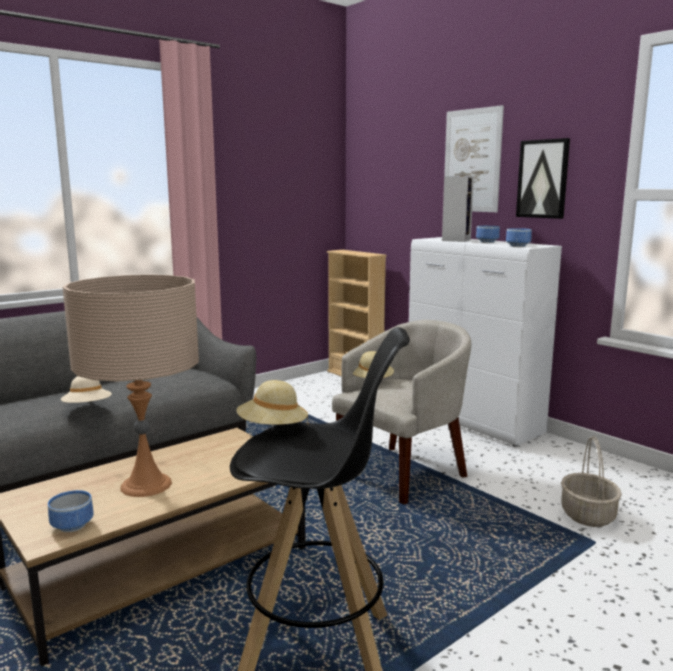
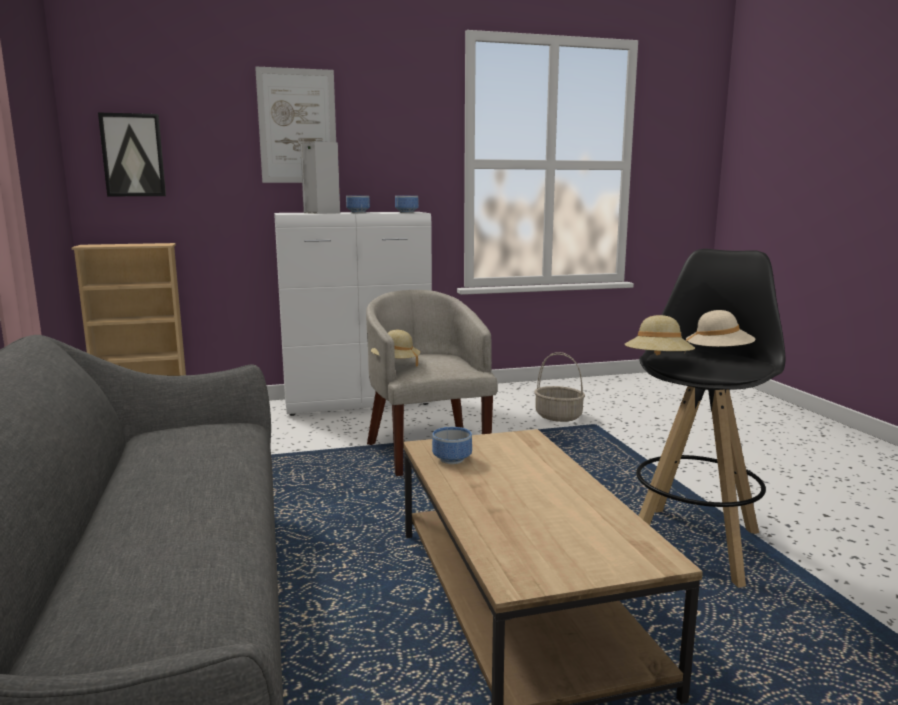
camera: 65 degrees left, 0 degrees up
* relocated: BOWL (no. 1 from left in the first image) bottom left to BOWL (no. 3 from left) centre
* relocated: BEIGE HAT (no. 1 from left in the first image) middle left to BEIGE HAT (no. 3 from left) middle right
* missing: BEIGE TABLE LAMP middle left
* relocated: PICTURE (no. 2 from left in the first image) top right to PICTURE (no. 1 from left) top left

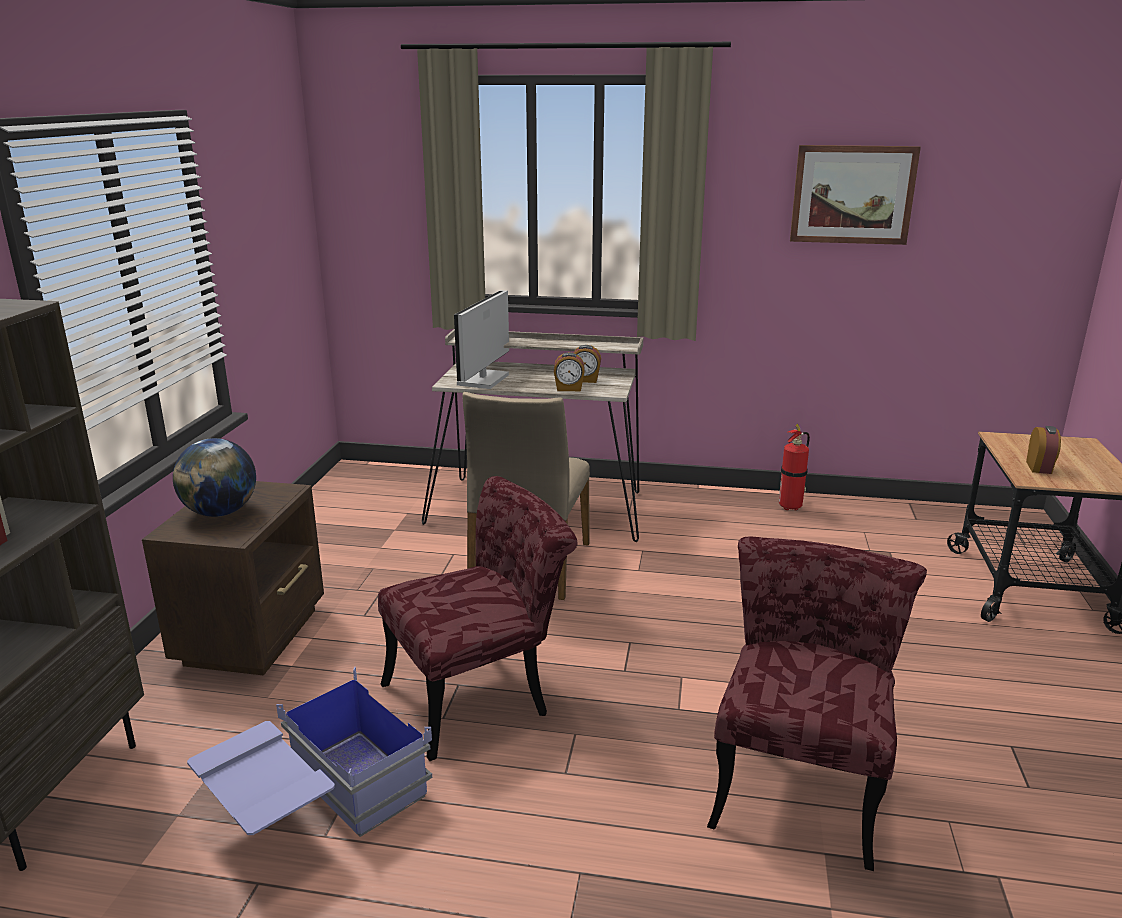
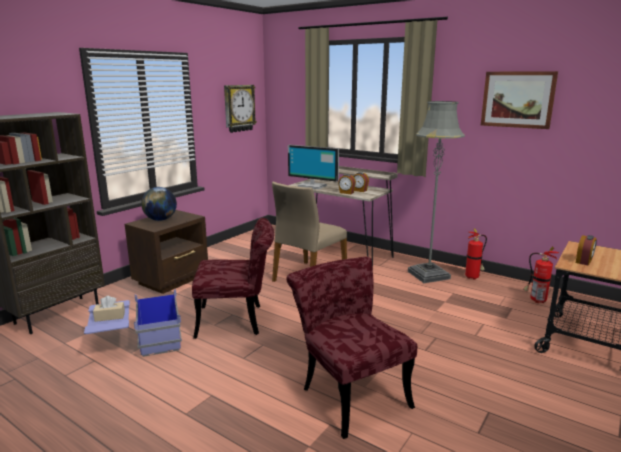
camera: 25 degrees right, 5 degrees down
* spun: MONITOR centre = centre 105 degrees counterclockwise
* spun: RED CHAIR (no. 2 from left) bottom right = bottom centre 75 degrees counterclockwise
* appeared: BEIGE TISSUE BOX bottom left
* appeared: WALL CLOCK top centre
* appeared: GREY FLOOR LAMP middle right
* appeared: FIRE EXTINGUISHER (no. 2 from left) middle right

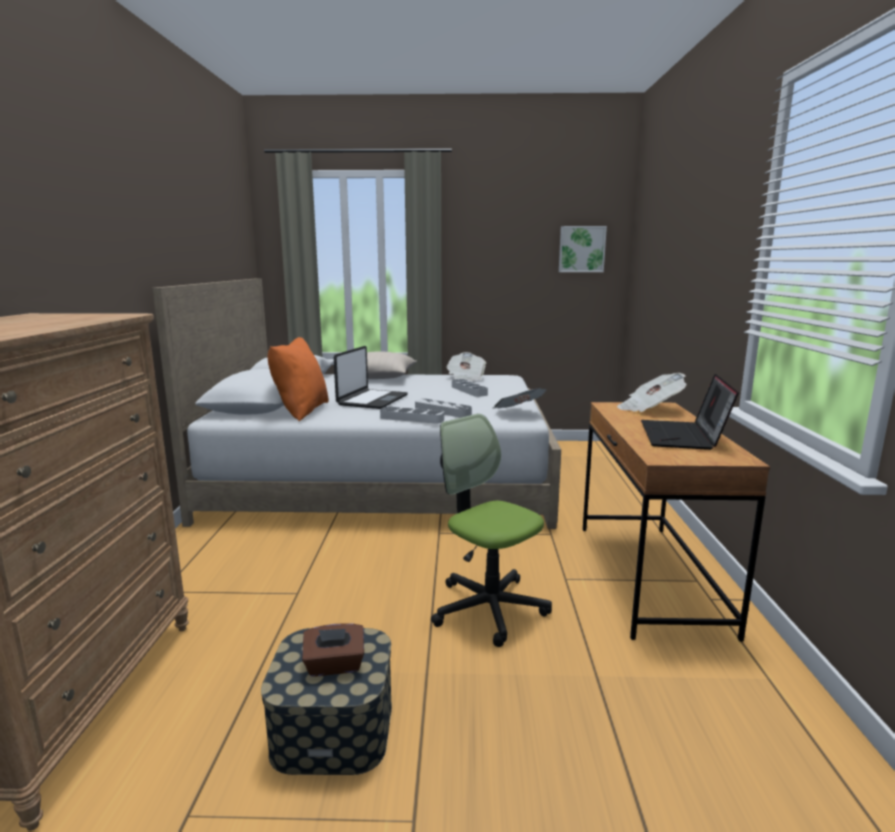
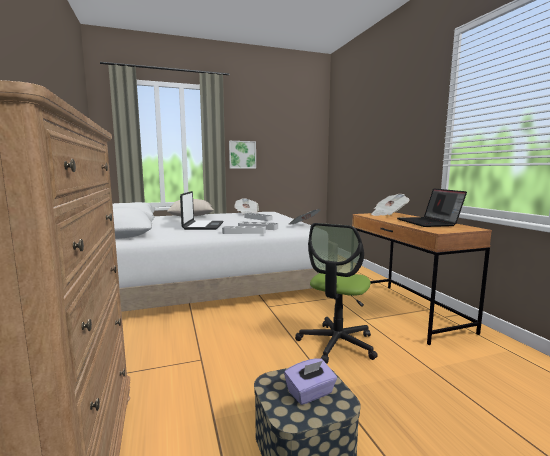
camera: 20 degrees left, 5 degrees down
* missing: ORANGE PILLOW middle left
* colour: BROWN TISSUE BOX bottom centre to PURPLE TISSUE BOX bottom centre
* spun: OFFICE CHAIR centre = centre 90 degrees counterclockwise
* relocated: PICTURE top centre to centre

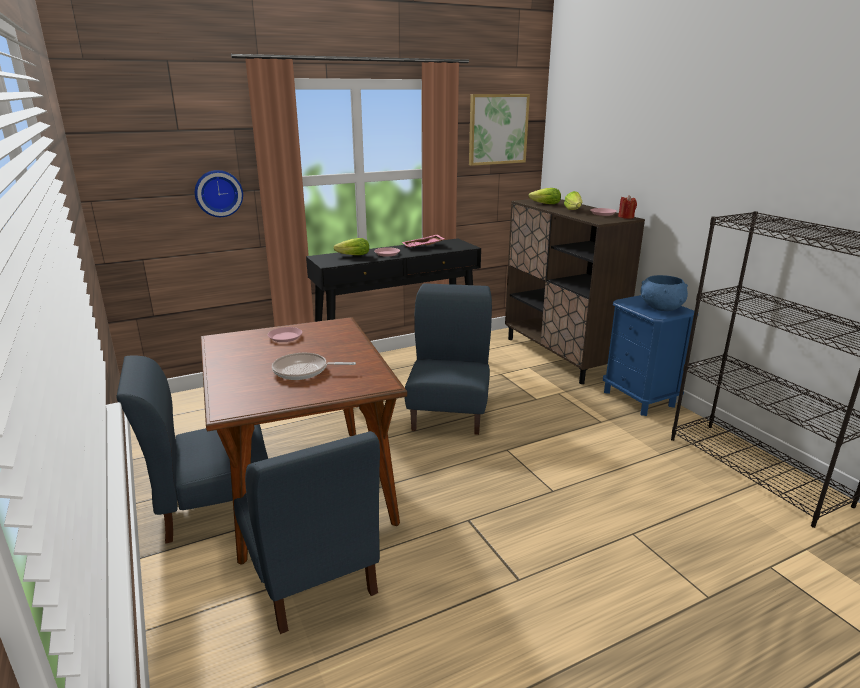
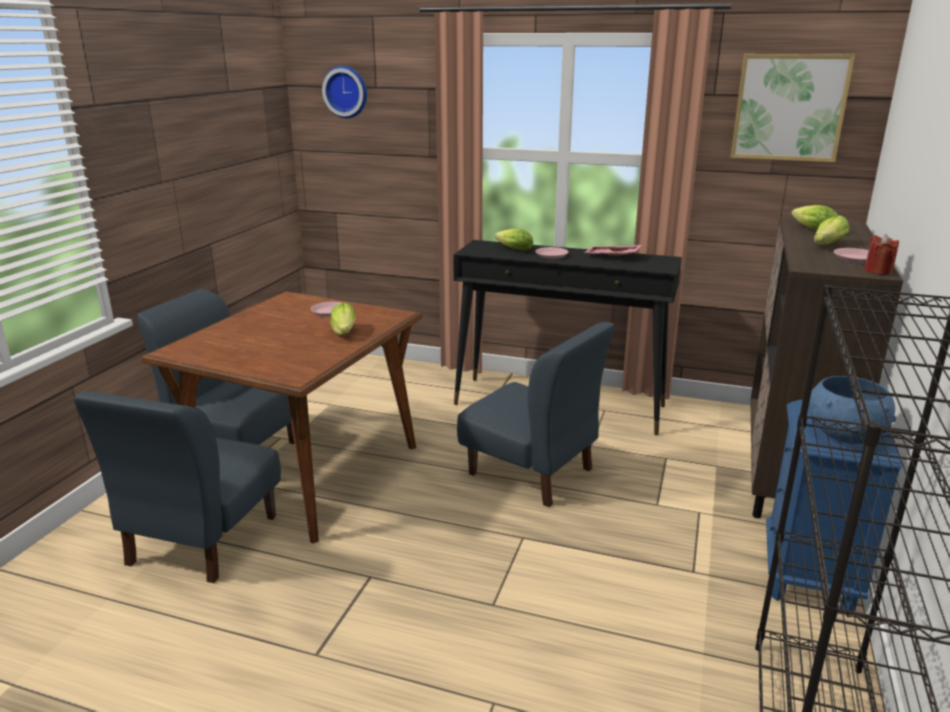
camera: 45 degrees right, 0 degrees up
* relocated: WALL CLOCK top left to top centre
* missing: FRYING PAN centre
* spun: BLUE CHAIR (no. 3 from left) centre = centre 75 degrees clockwise
* appeared: LETTUCE (no. 1 from left) centre

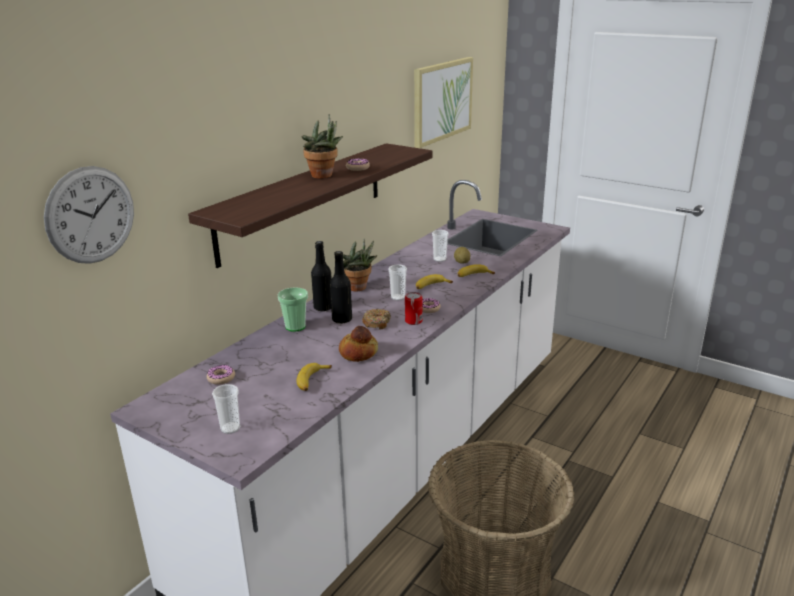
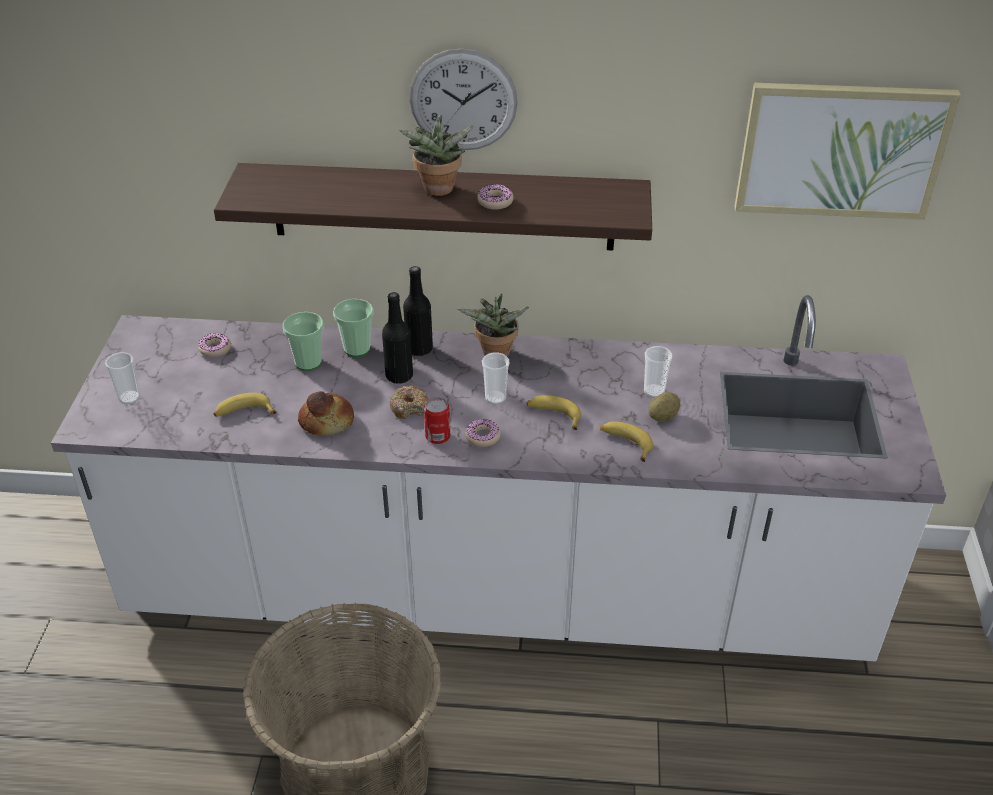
camera: 60 degrees right, 15 degrees up
* relocated: WALL CLOCK middle left to top centre
* appeared: CUP (no. 2 from left) middle left

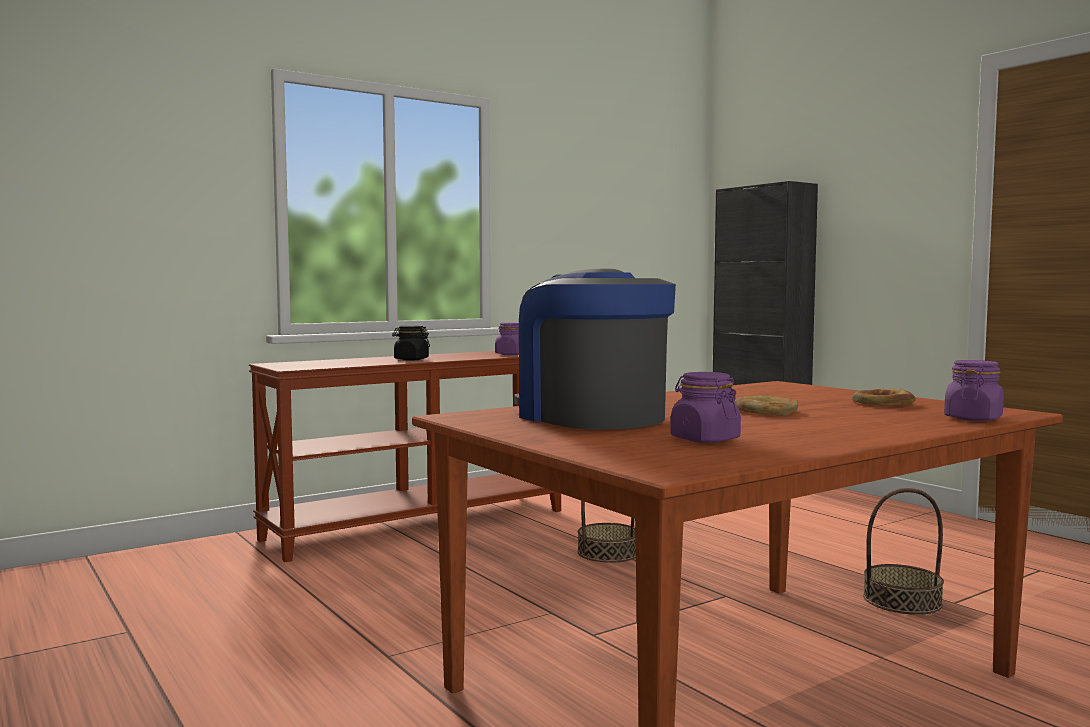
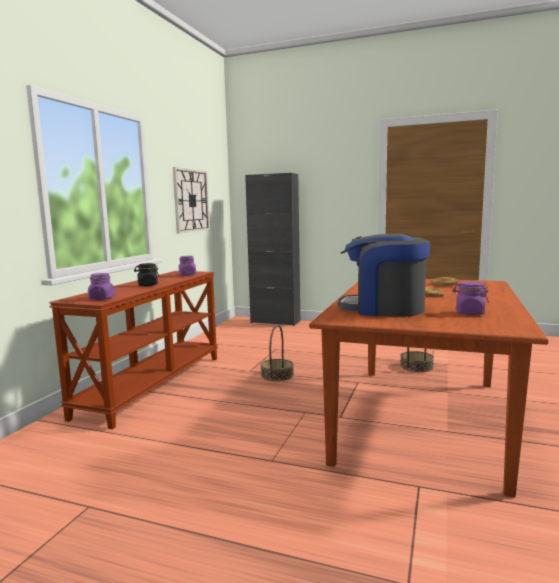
camera: 35 degrees left, 5 degrees up
* relocated: PURPLE JAR (no. 3 from left in the first image) middle right to PURPLE JAR (no. 1 from left) middle left
* appeared: WALL CLOCK centre

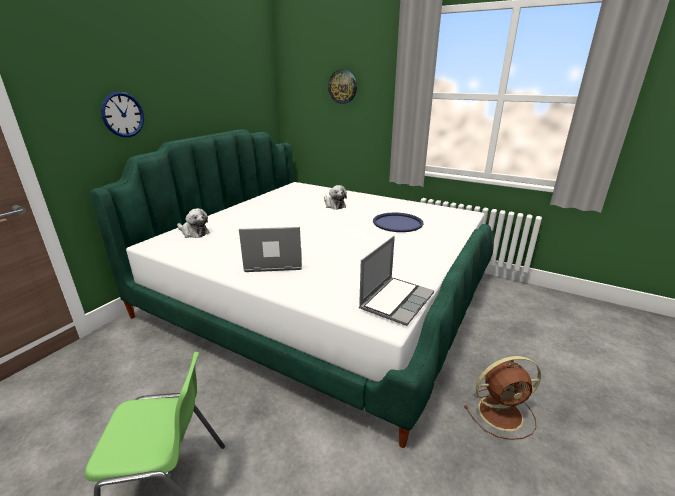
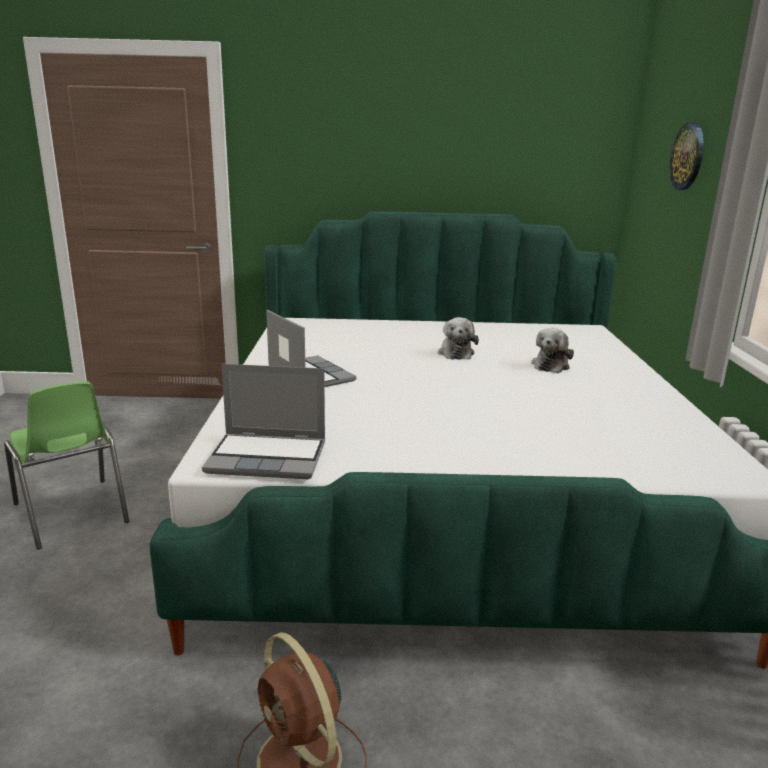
camera: 60 degrees right, 5 degrees down
* missing: WALL CLOCK (no. 1 from left) top left
* relocated: PLUSH TOY (no. 1 from left) middle left to centre
* missing: BLUE TRAY centre

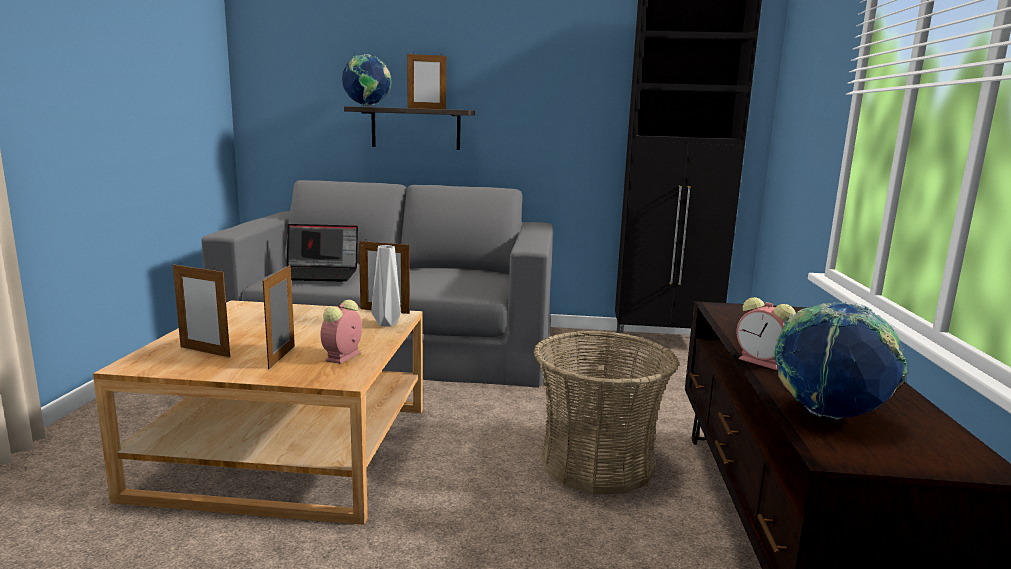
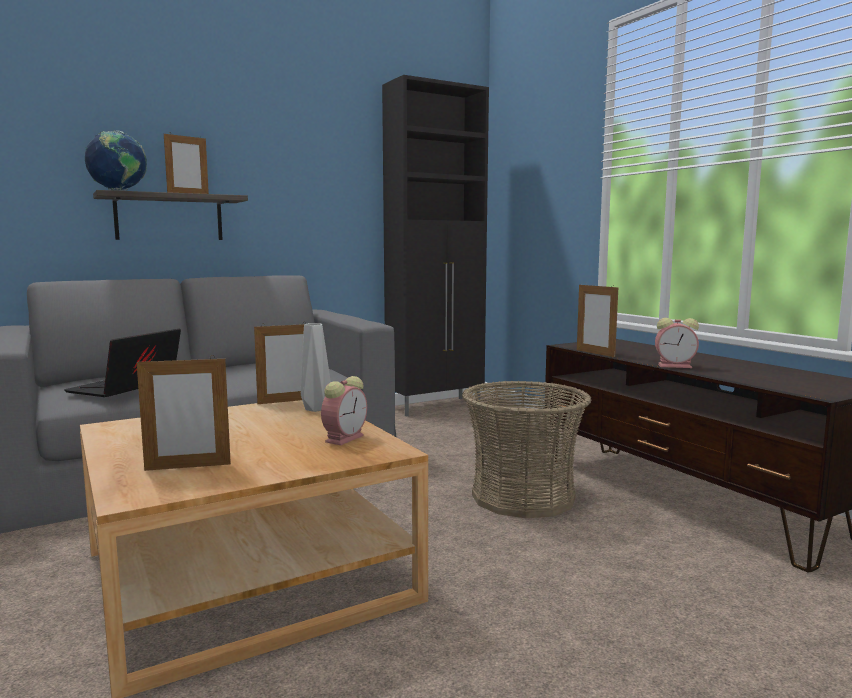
camera: 35 degrees left, 5 degrees down
* relocated: PICTURE FRAME (no. 2 from left in the first image) middle left to PICTURE FRAME (no. 4 from left) middle right
* spun: LAPTOP middle left = middle left 150 degrees clockwise
* spun: ALARM CLOCK (no. 1 from left) centre = centre 135 degrees counterclockwise
* missing: GLOBE (no. 2 from left) middle right

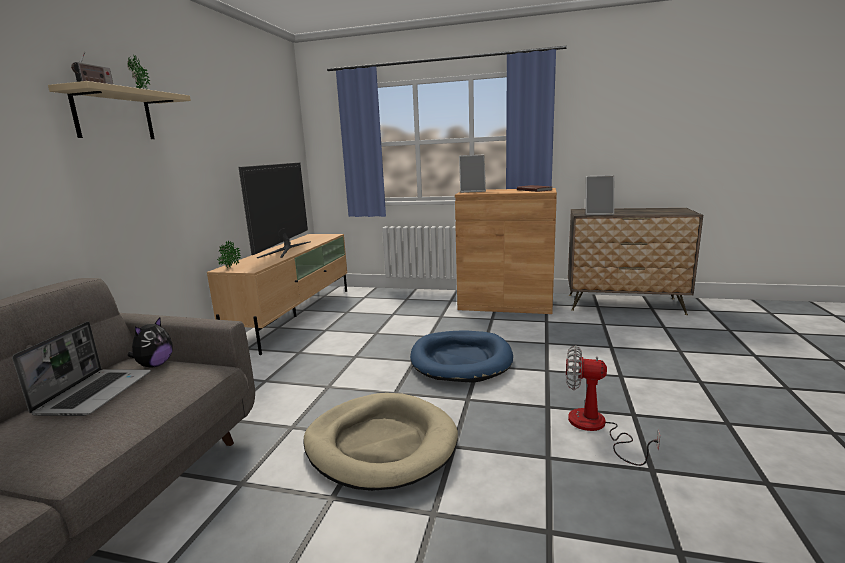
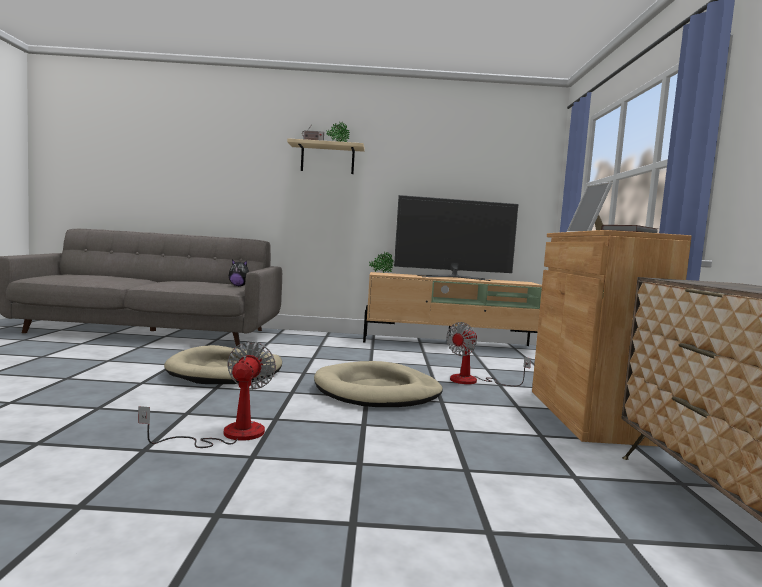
camera: 75 degrees right, 10 degrees down
* missing: LAPTOP middle left
* colour: BLUE DOG BED centre to BEIGE DOG BED (no. 2 from left) centre
* missing: PICTURE FRAME (no. 2 from left) middle right
* appeared: FAN (no. 2 from left) centre

